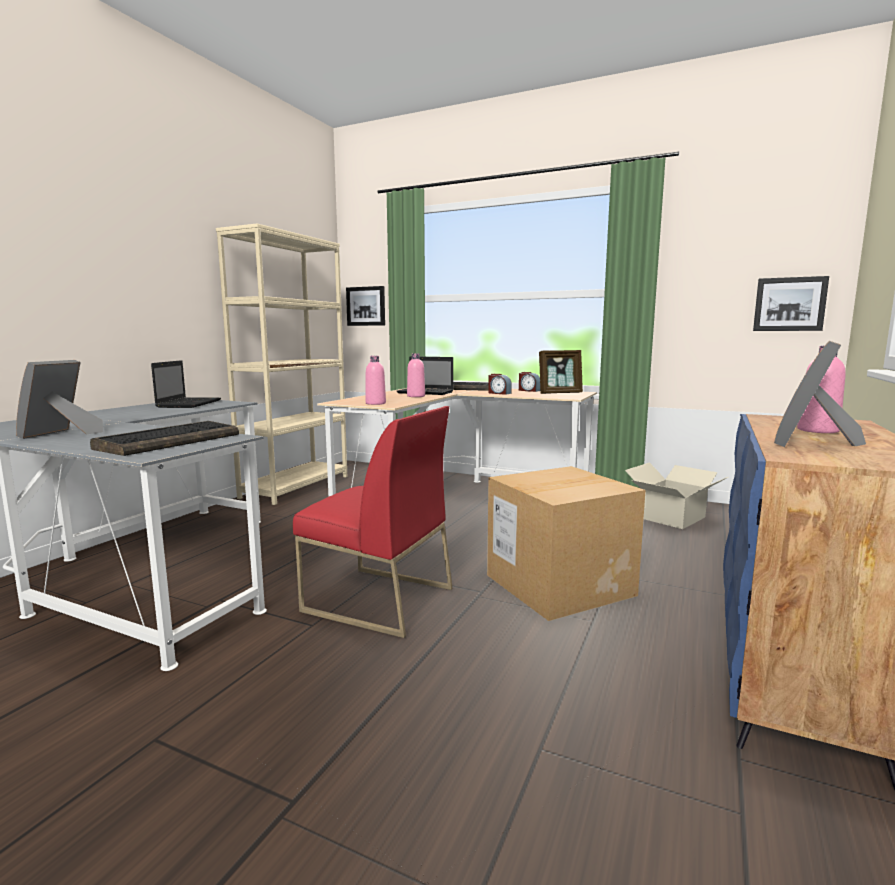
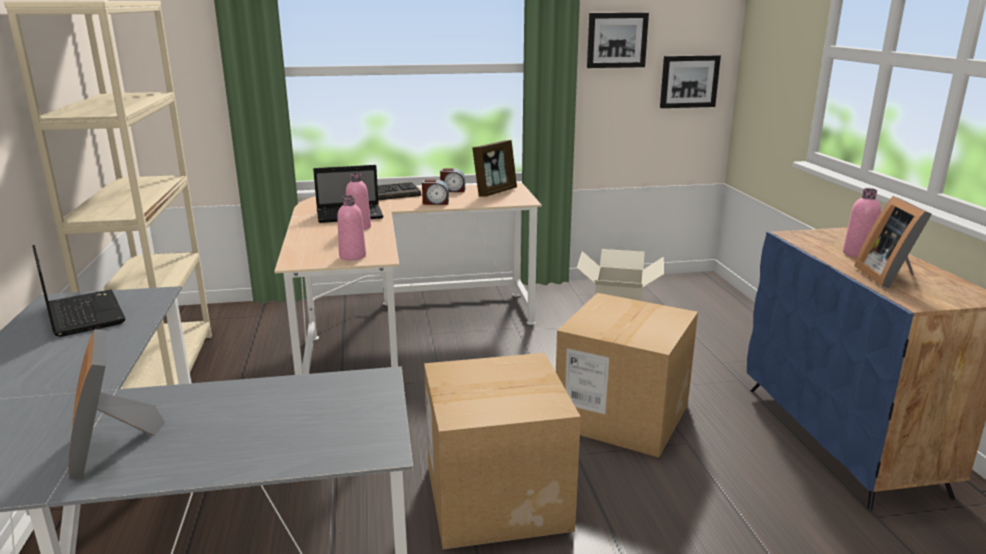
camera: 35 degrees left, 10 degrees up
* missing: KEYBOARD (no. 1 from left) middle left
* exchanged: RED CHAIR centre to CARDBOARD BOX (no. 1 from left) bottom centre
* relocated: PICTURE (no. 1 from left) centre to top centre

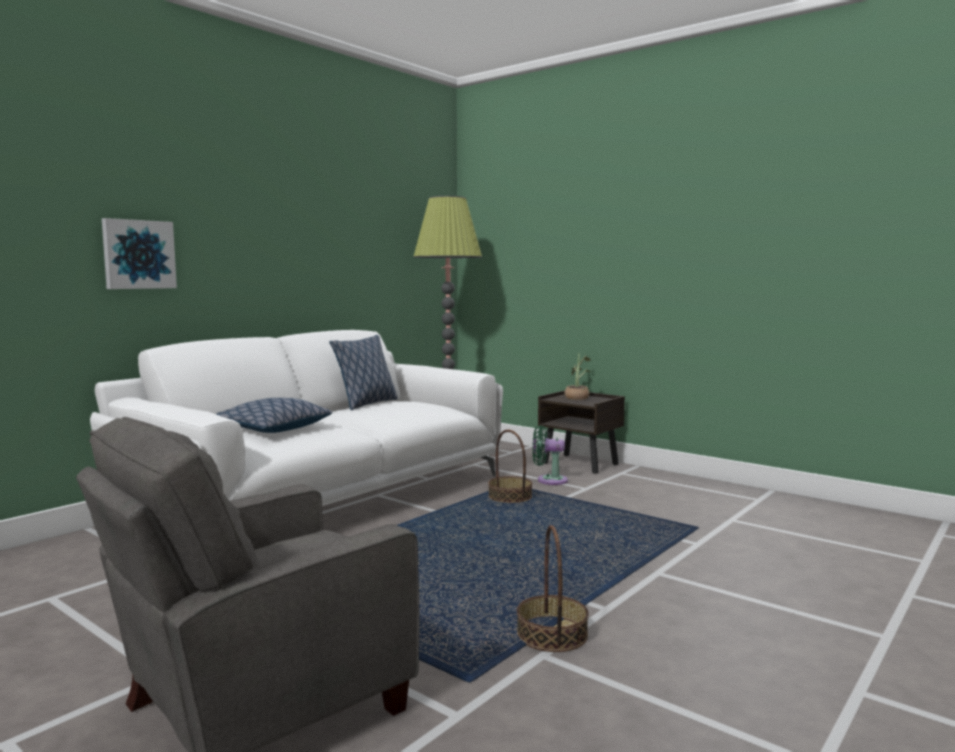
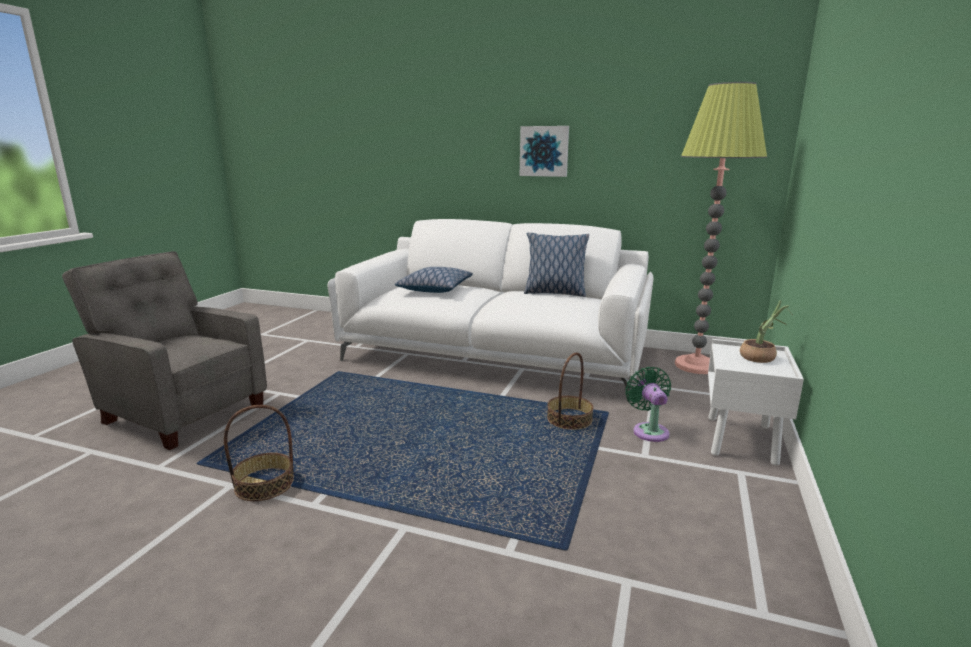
camera: 70 degrees right, 10 degrees up
* relocated: PICTURE middle left to top centre
* colour: BROWN NIGHTSTAND centre to WHITE NIGHTSTAND middle right

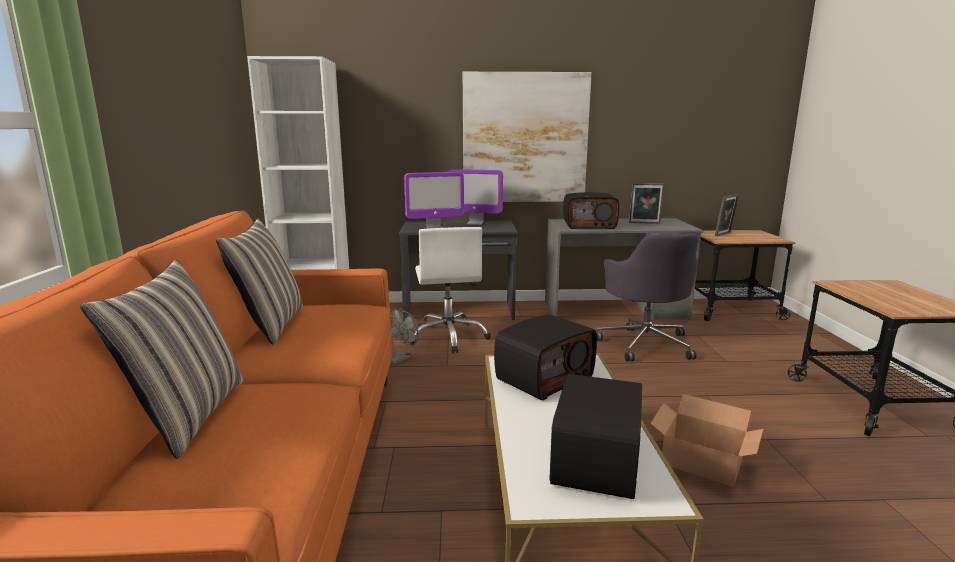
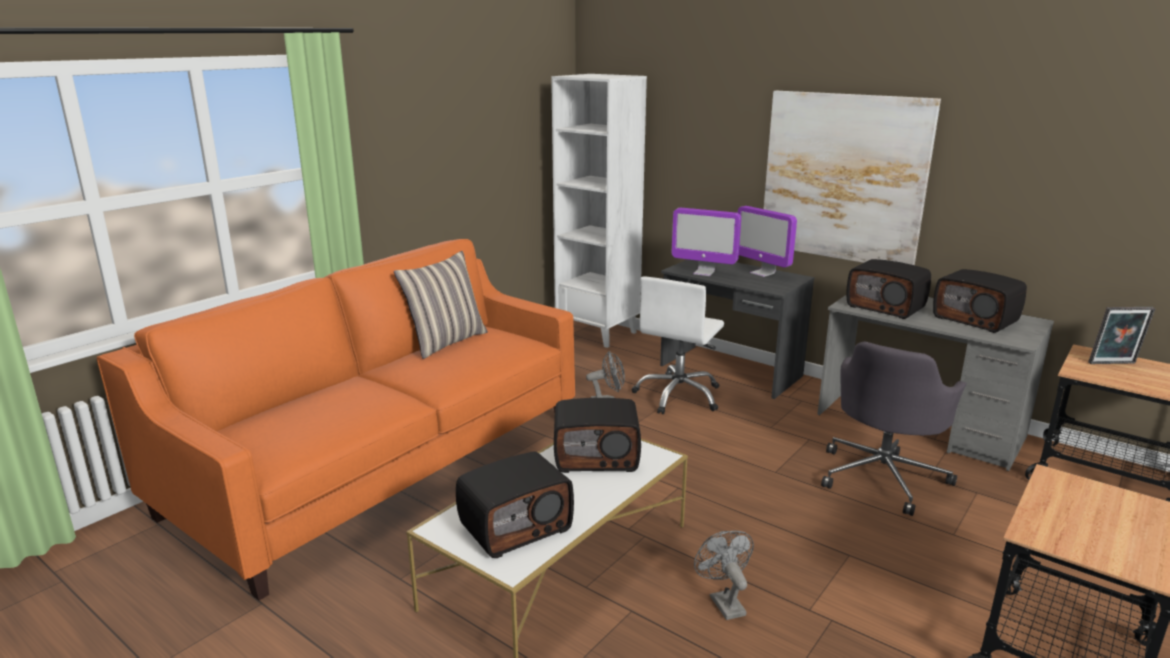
camera: 40 degrees right, 5 degrees up
* missing: PILLOW (no. 1 from left) middle left
* exchanged: PICTURE FRAME (no. 1 from left) middle right to RADIO (no. 4 from left) middle right
* exchanged: CARDBOARD BOX bottom right to GREY FAN (no. 2 from left) bottom centre

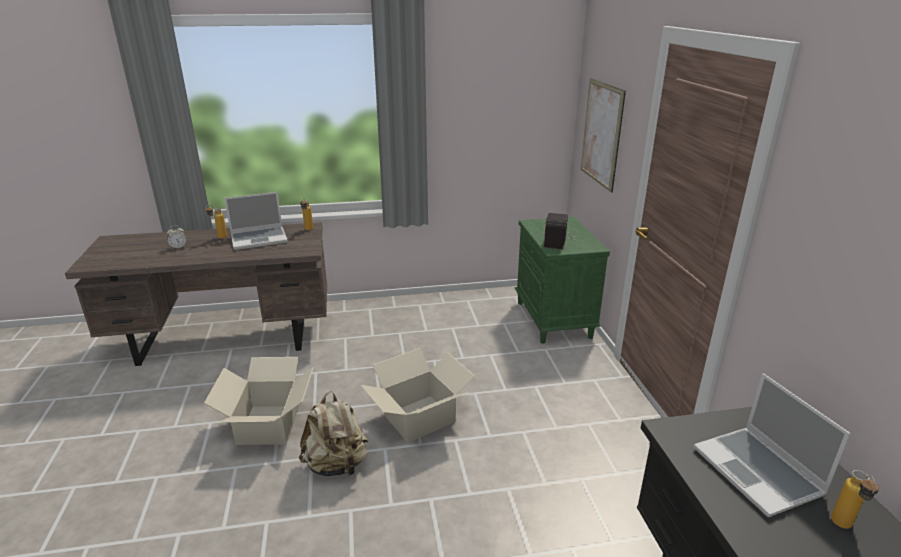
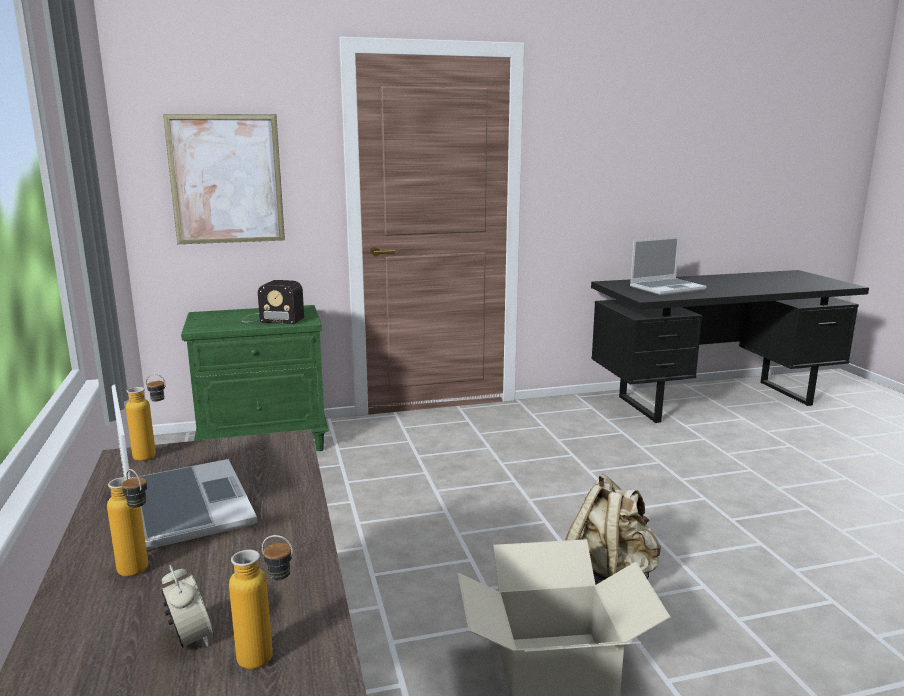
camera: 95 degrees left, 10 degrees down
* missing: CARDBOARD BOX (no. 2 from left) bottom centre
* relocated: BOTTLE (no. 3 from left) bottom right to bottom left

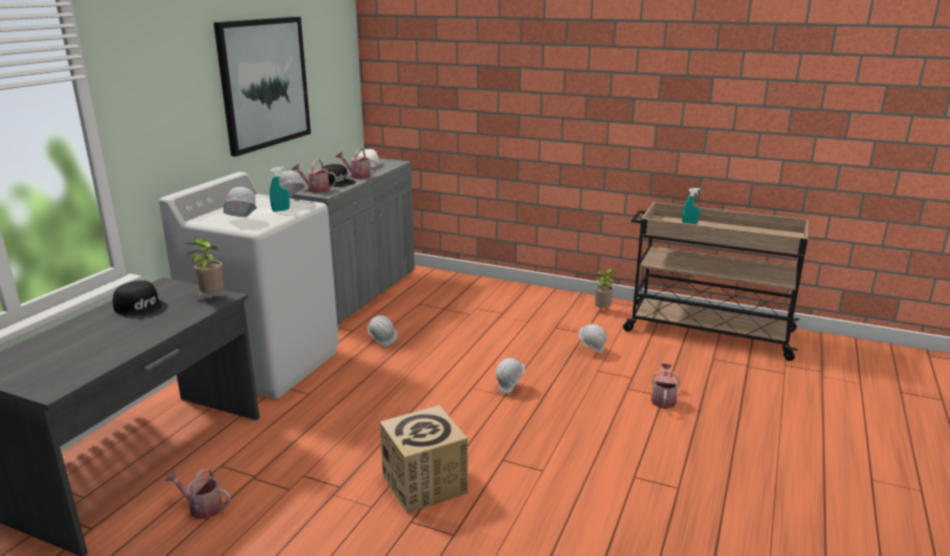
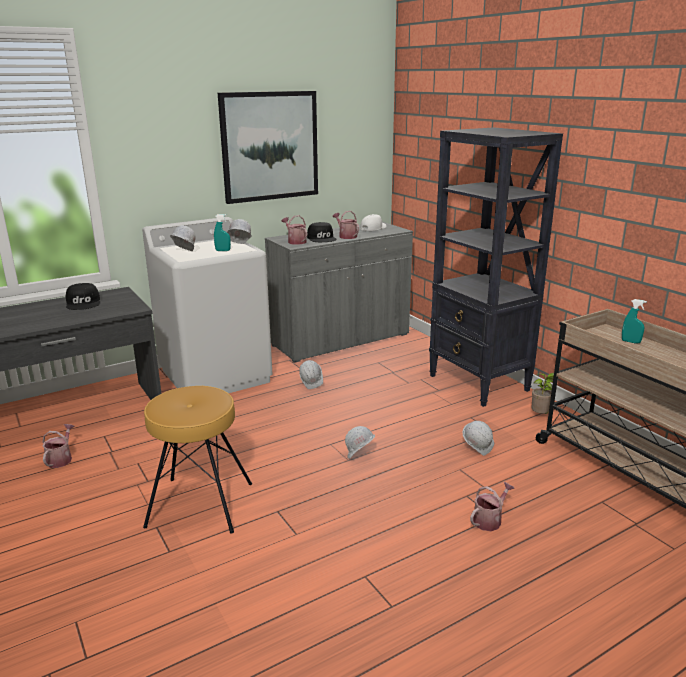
camera: 35 degrees right, 0 degrees up
* spun: WATERING CAN (no. 1 from left) bottom left = middle left 45 degrees clockwise
* missing: POTTED PLANT (no. 1 from left) middle left
* exchanged: CARDBOARD BOX bottom centre to BROWN STOOL bottom left
* appeared: BLACK BOOKCASE middle right

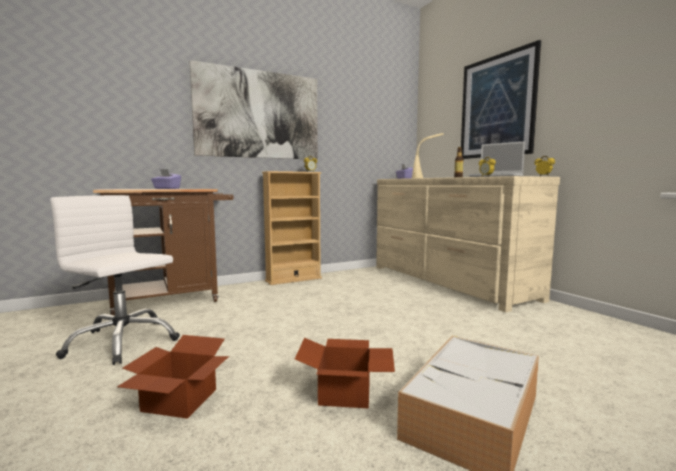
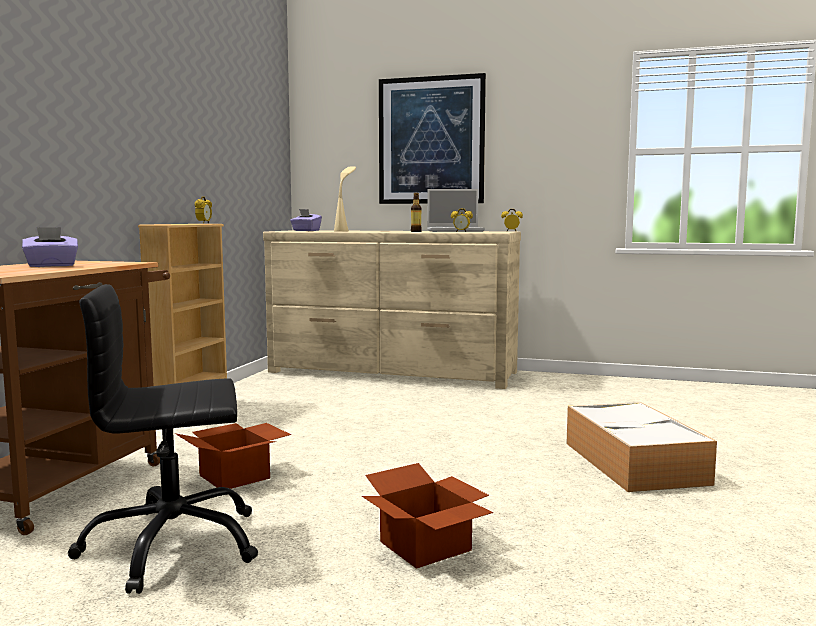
camera: 45 degrees left, 0 degrees up
* colour: WHITE OFFICE CHAIR middle left to BLACK OFFICE CHAIR bottom left
* missing: PICTURE (no. 1 from left) top centre
* relocated: CARDBOARD BOX (no. 2 from left in the first image) bottom centre to CARDBOARD BOX (no. 1 from left) bottom left

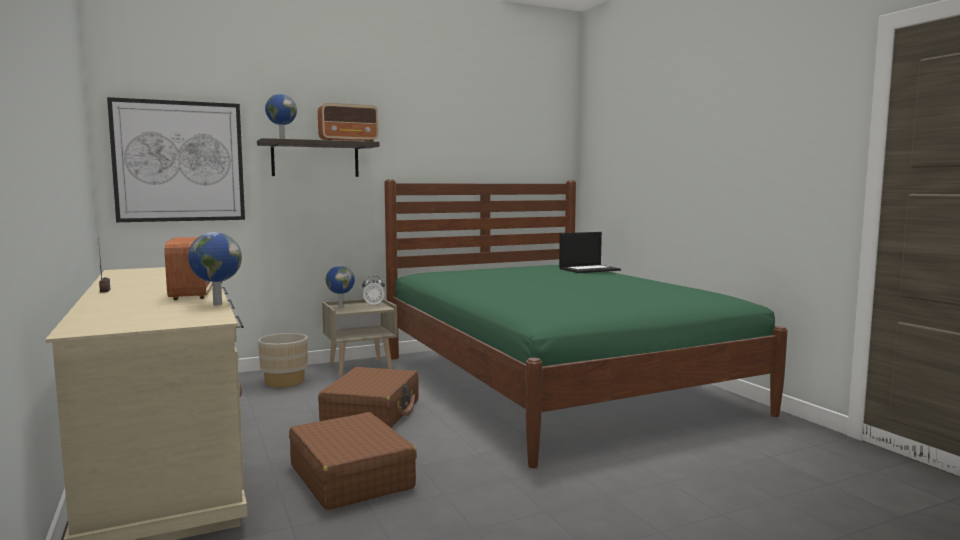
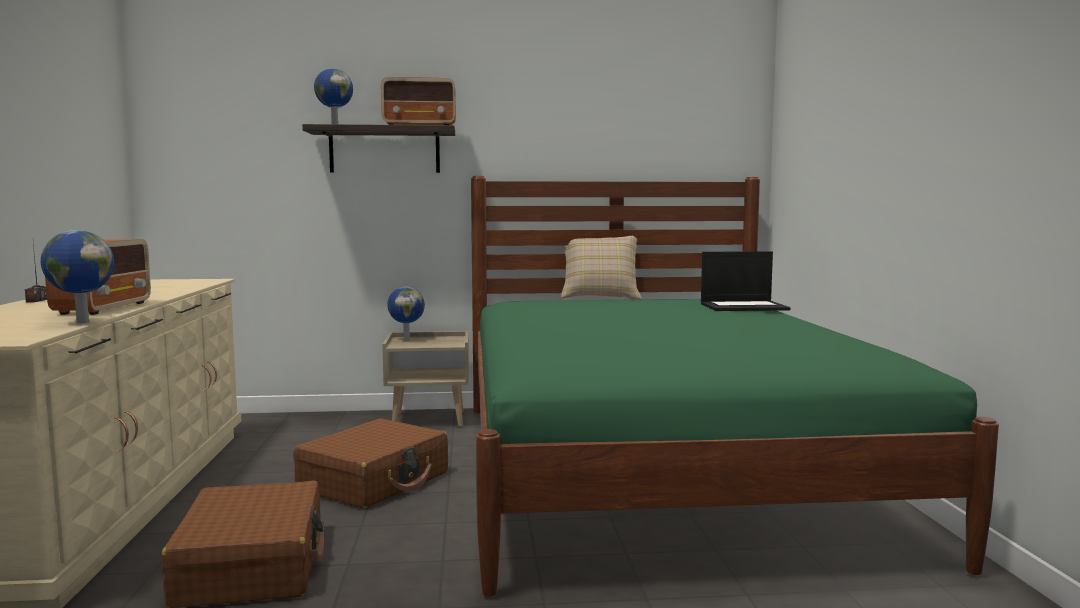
camera: 20 degrees right, 0 degrees up
* missing: PICTURE top left
* missing: BEIGE PLANTER bottom left
* missing: ALARM CLOCK centre
* appeared: BEIGE PILLOW centre

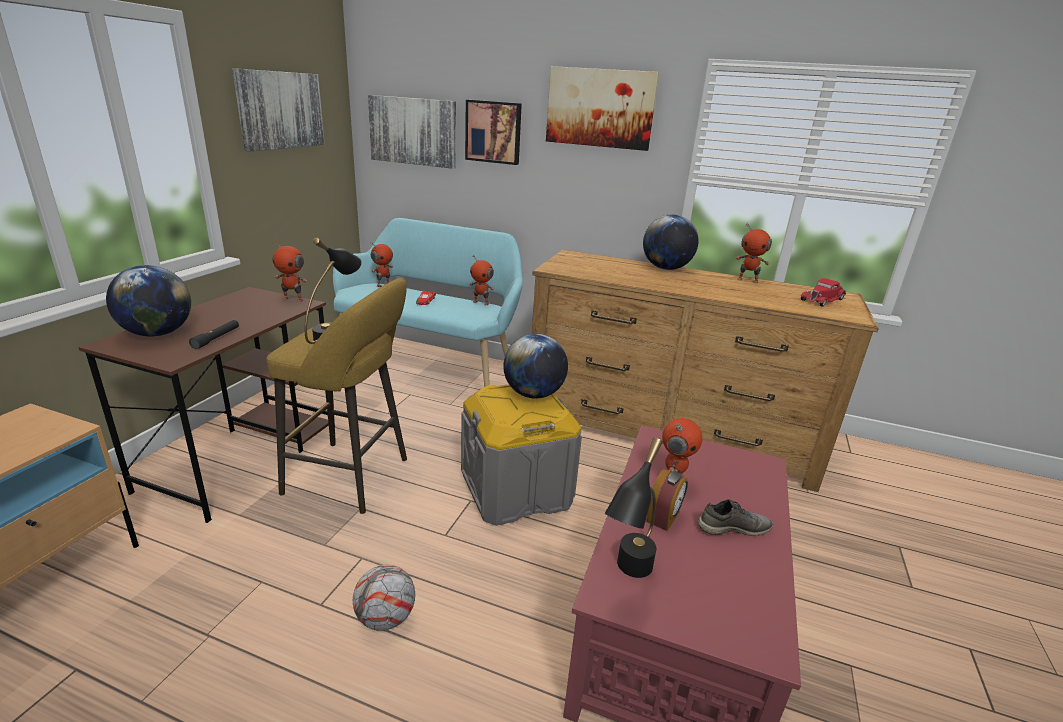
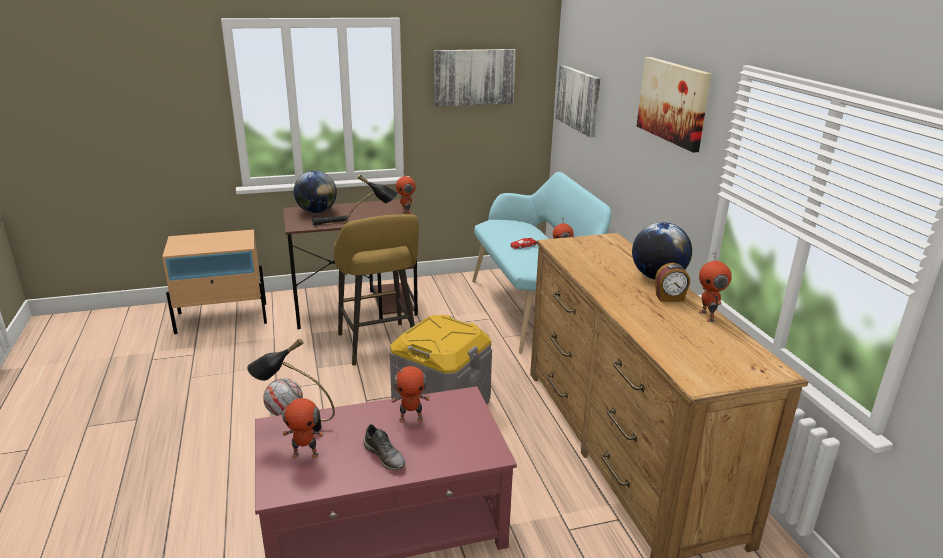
camera: 55 degrees right, 0 degrees up
* relocated: TOY ROBOT (no. 2 from left in the first image) centre to TOY ROBOT (no. 1 from left) bottom left
* missing: PICTURE (no. 3 from left) top centre
* missing: GLOBE (no. 2 from left) centre
* relocated: ALARM CLOCK bottom centre to middle right
* missing: RED TOY CAR (no. 2 from left) middle right

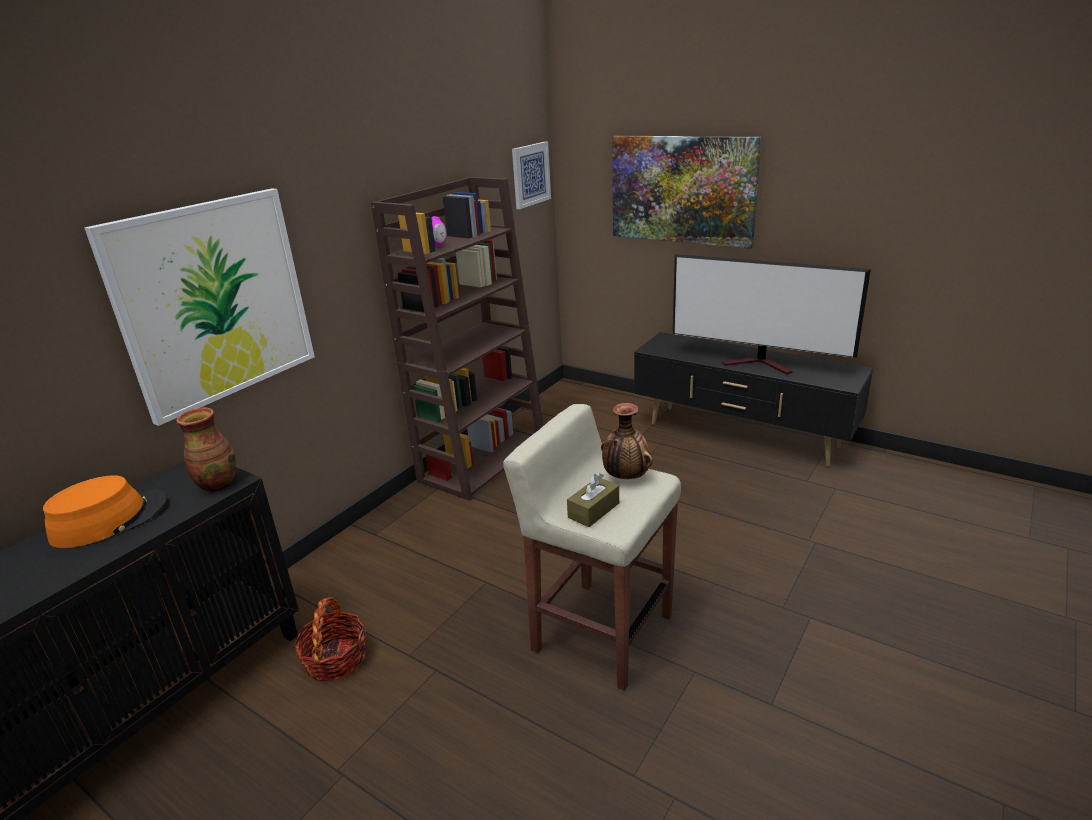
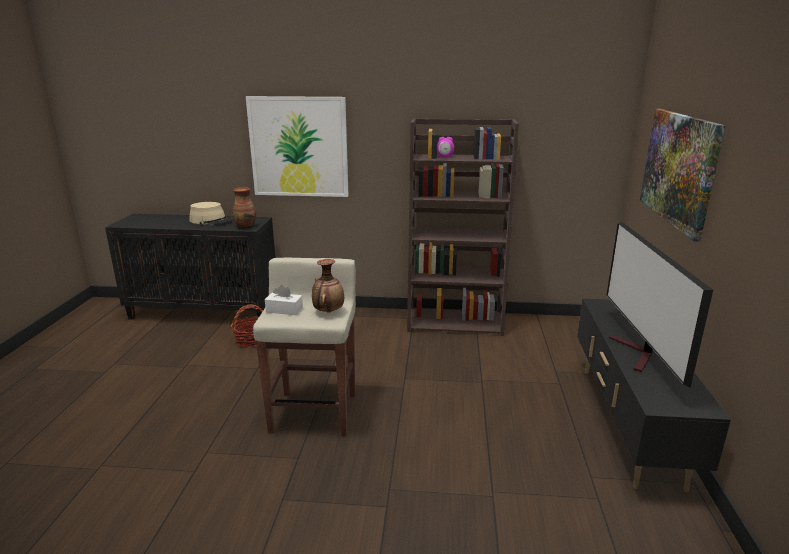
camera: 60 degrees right, 5 degrees down
* colour: ORANGE HAT middle left to BEIGE HAT middle left
* missing: PICTURE (no. 2 from left) top centre
* colour: BROWN TISSUE BOX centre to WHITE TISSUE BOX centre

